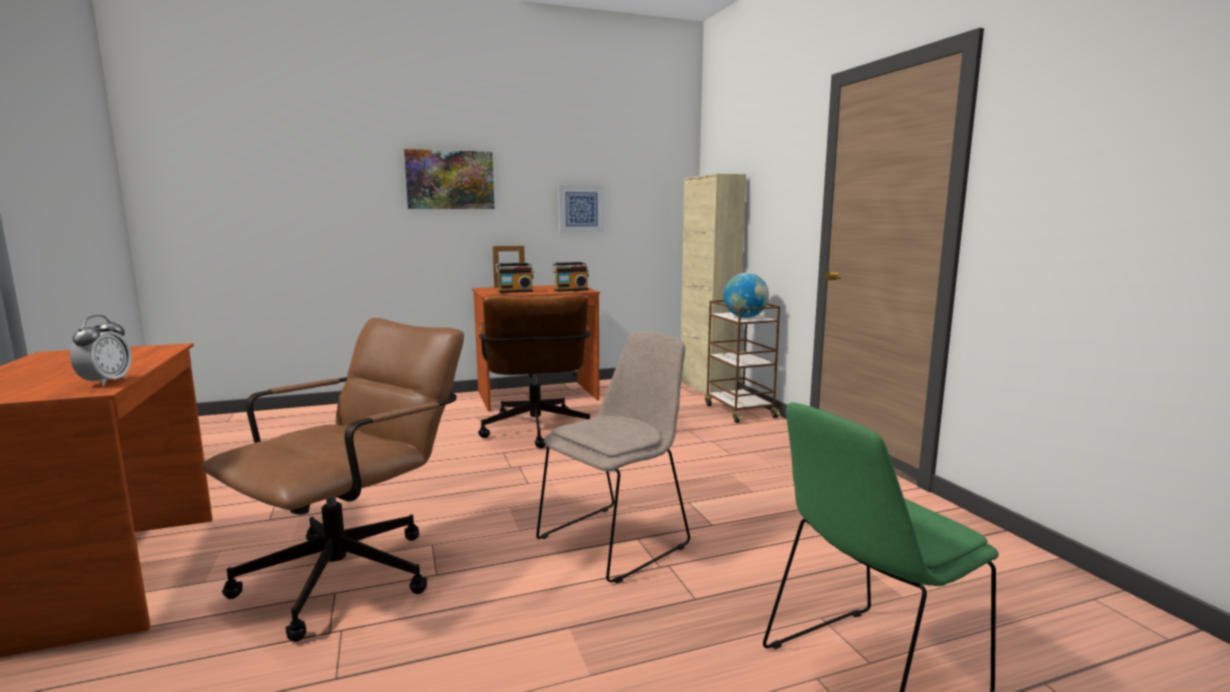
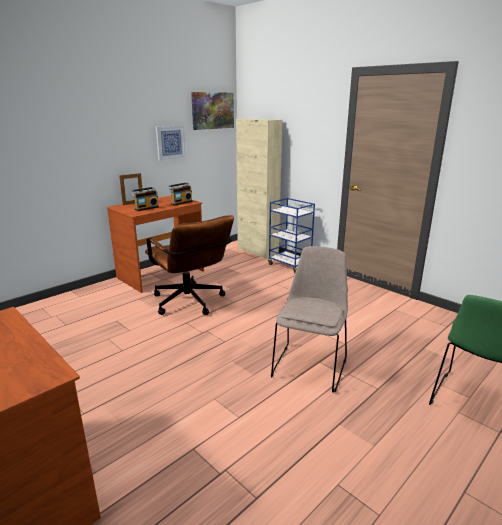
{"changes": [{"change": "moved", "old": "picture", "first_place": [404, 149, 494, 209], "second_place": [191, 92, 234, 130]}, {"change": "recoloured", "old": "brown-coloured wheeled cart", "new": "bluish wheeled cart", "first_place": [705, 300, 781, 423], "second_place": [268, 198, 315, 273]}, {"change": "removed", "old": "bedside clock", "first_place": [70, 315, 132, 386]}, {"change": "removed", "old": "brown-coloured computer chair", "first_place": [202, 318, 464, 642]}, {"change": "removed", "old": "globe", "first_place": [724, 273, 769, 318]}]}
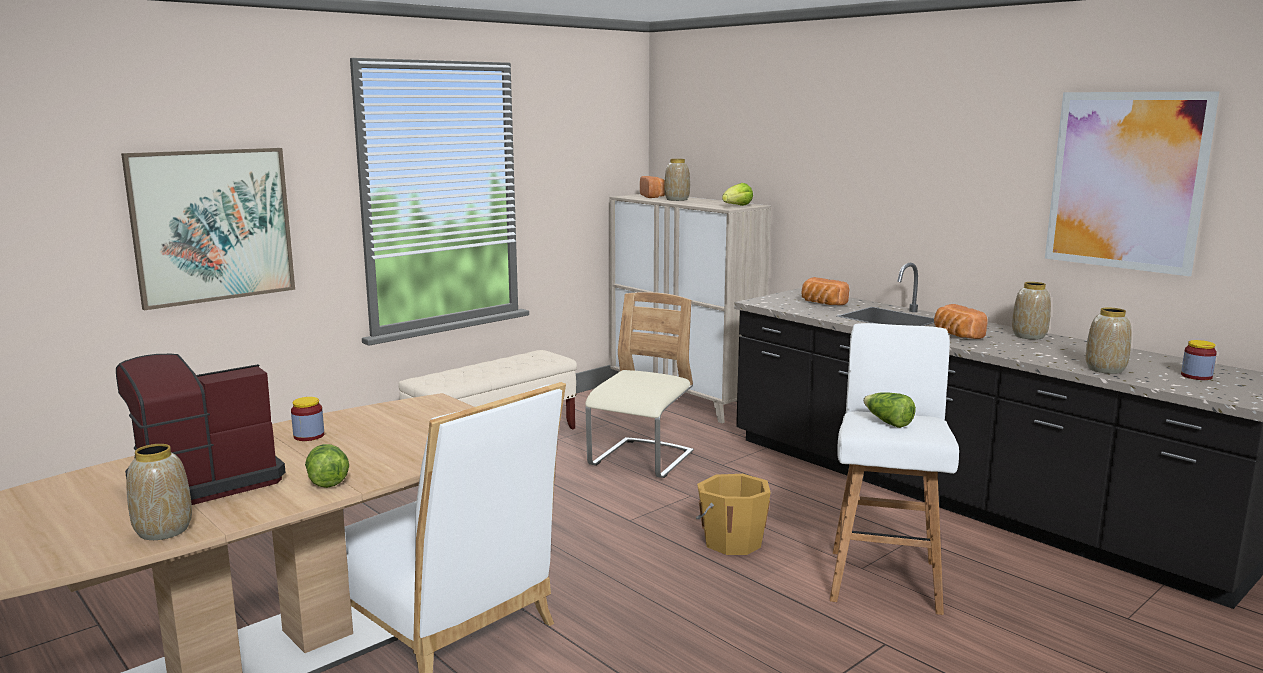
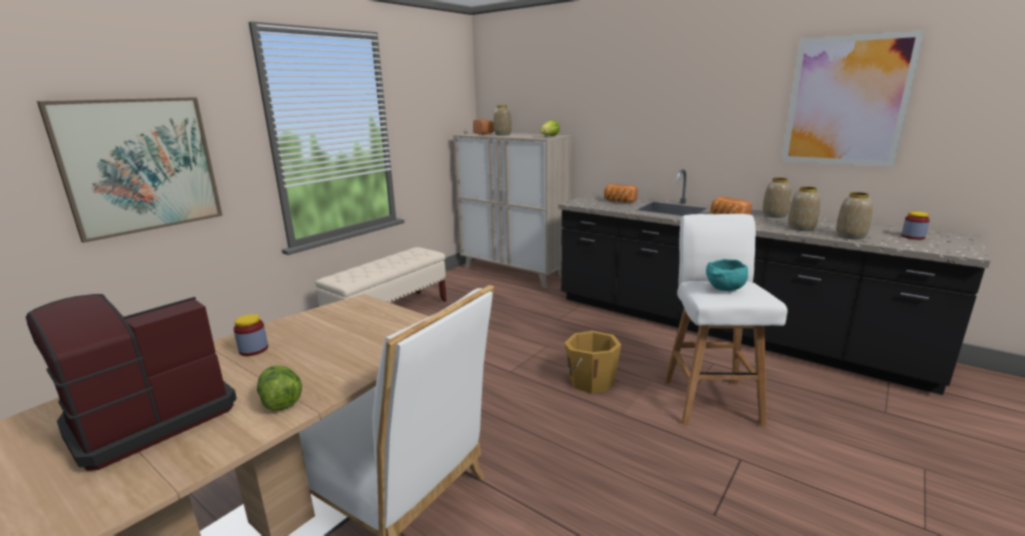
{"changes": [{"change": "replaced", "old": "head of lettuce", "new": "turquoise-coloured serving bowl", "first_place": [863, 392, 916, 428], "second_place": [706, 259, 748, 291]}, {"change": "moved", "old": "vase", "first_place": [127, 444, 192, 540], "second_place": [788, 186, 821, 231]}, {"change": "removed", "old": "beige-coloured chair", "first_place": [585, 292, 694, 478]}]}
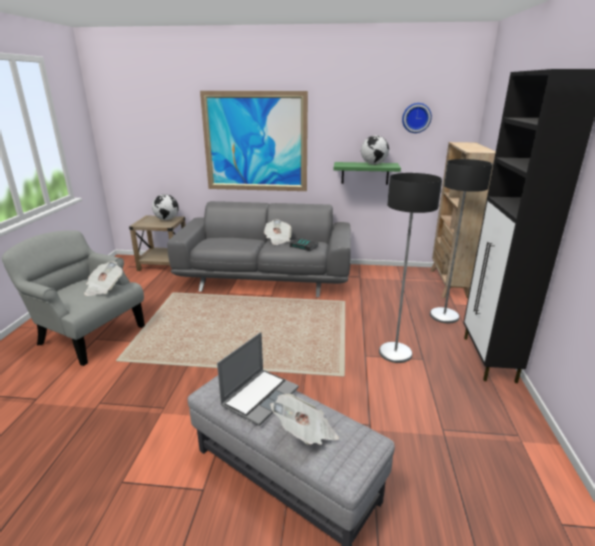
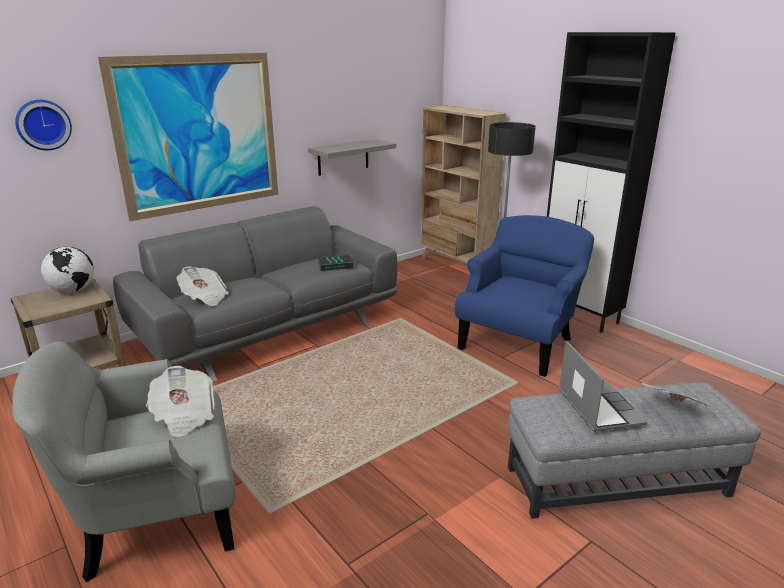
{"changes": [{"change": "moved", "old": "wall clock", "first_place": [402, 103, 432, 133], "second_place": [15, 100, 72, 151]}, {"change": "moved", "old": "printed paper", "first_place": [264, 219, 292, 245], "second_place": [176, 266, 229, 306]}, {"change": "recoloured", "old": "green shelf", "new": "greyish shelf", "first_place": [334, 162, 401, 185], "second_place": [308, 139, 396, 176]}, {"change": "replaced", "old": "floor lamp", "new": "bluish armchair", "first_place": [379, 173, 442, 363], "second_place": [455, 215, 594, 377]}, {"change": "removed", "old": "globe", "first_place": [361, 135, 389, 165]}]}
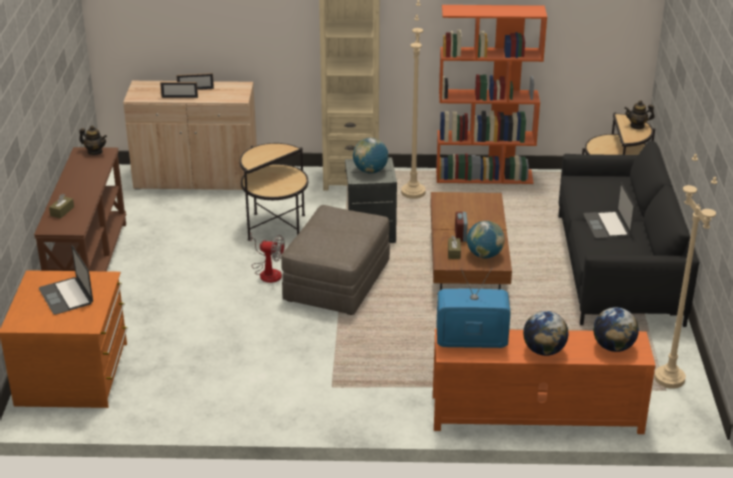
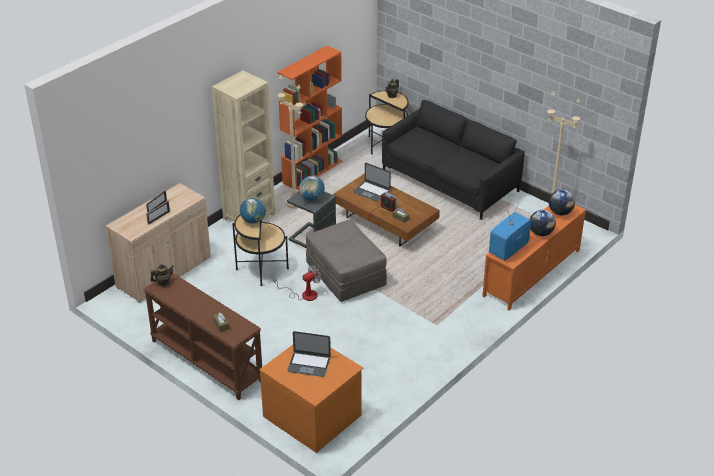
{"changes": [{"change": "moved", "old": "globe", "first_place": [467, 221, 505, 258], "second_place": [240, 197, 266, 224]}, {"change": "moved", "old": "portable computer", "first_place": [583, 182, 635, 238], "second_place": [353, 163, 391, 202]}]}
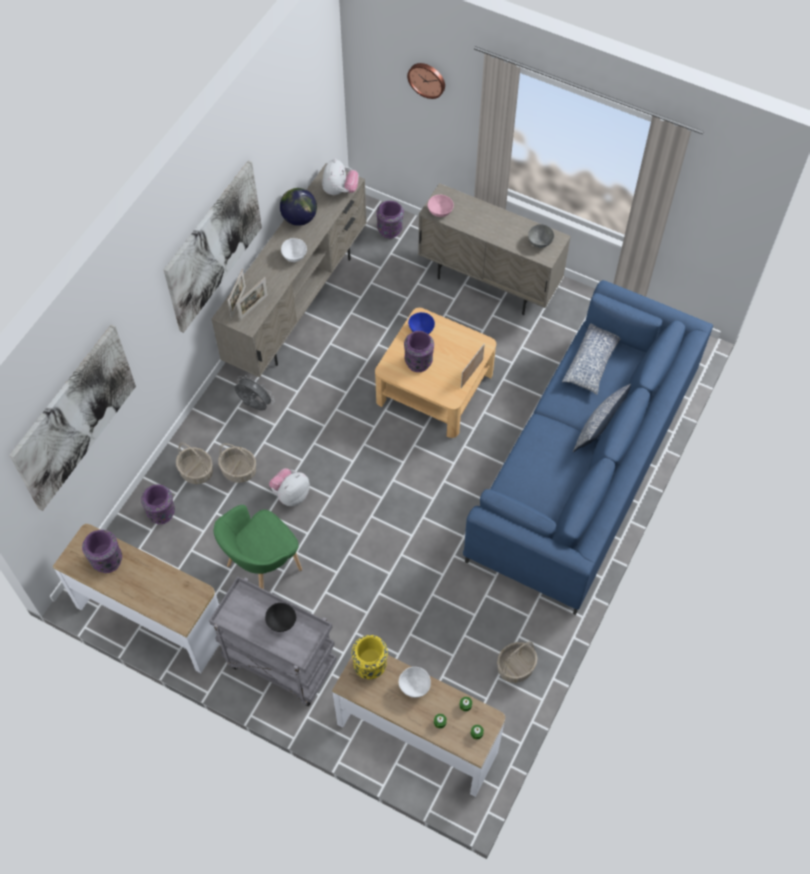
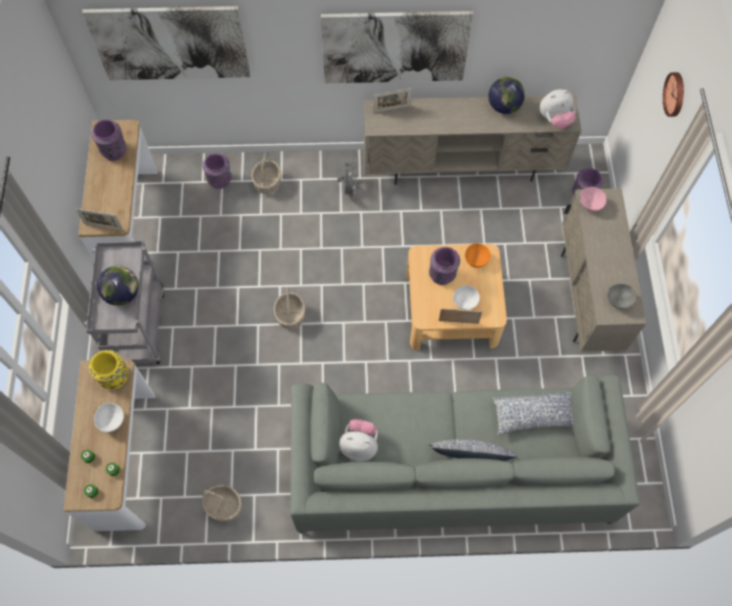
{"changes": [{"change": "moved", "old": "photo frame", "first_place": [236, 277, 268, 320], "second_place": [76, 209, 123, 230]}, {"change": "replaced", "old": "blackish serving bowl", "new": "globe", "first_place": [265, 603, 296, 632], "second_place": [97, 266, 139, 306]}, {"change": "moved", "old": "household basket", "first_place": [218, 443, 256, 483], "second_place": [274, 287, 305, 330]}, {"change": "recoloured", "old": "bluish couch", "new": "greyish couch", "first_place": [463, 280, 713, 615], "second_place": [290, 375, 640, 533]}, {"change": "moved", "old": "soft toy", "first_place": [269, 468, 310, 506], "second_place": [339, 419, 378, 461]}, {"change": "moved", "old": "white serving bowl", "first_place": [281, 238, 307, 262], "second_place": [453, 285, 480, 310]}, {"change": "recoloured", "old": "bluish serving bowl", "new": "orangey serving bowl", "first_place": [408, 312, 435, 334], "second_place": [465, 243, 491, 268]}, {"change": "removed", "old": "green armchair", "first_place": [214, 505, 302, 589]}]}
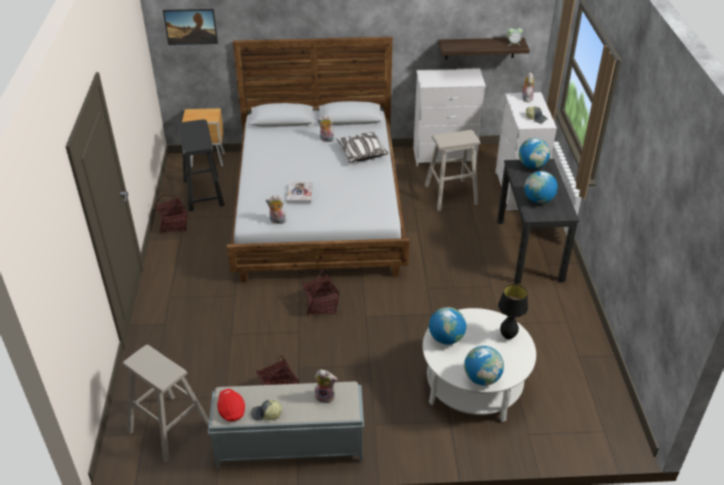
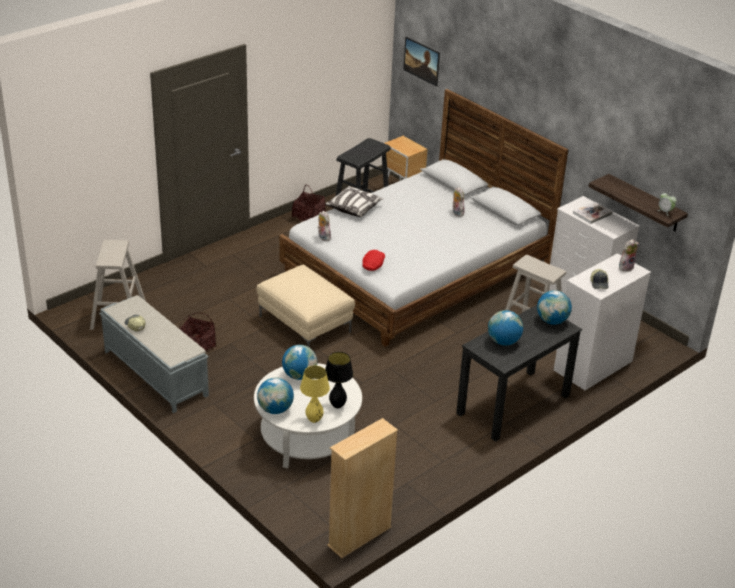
{"changes": [{"change": "replaced", "old": "household basket", "new": "beige-coloured pouffe", "first_place": [302, 270, 340, 316], "second_place": [256, 265, 355, 347]}, {"change": "added", "new": "yellow tabletop lamp", "second_place": [300, 366, 330, 423]}, {"change": "moved", "old": "throw pillow", "first_place": [336, 132, 389, 162], "second_place": [325, 186, 384, 217]}, {"change": "added", "new": "beige-coloured shelving unit", "second_place": [327, 418, 398, 558]}, {"change": "moved", "old": "red cap", "first_place": [217, 389, 245, 422], "second_place": [363, 250, 385, 271]}, {"change": "moved", "old": "book", "first_place": [287, 182, 313, 203], "second_place": [573, 202, 612, 224]}, {"change": "removed", "old": "soft toy", "first_place": [315, 370, 338, 403]}]}
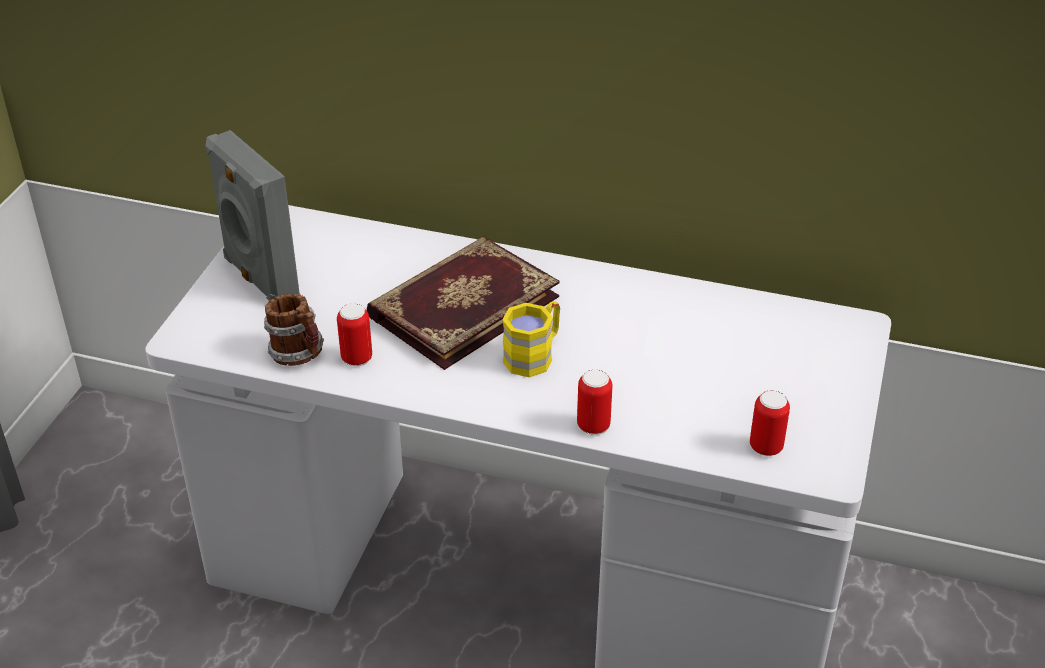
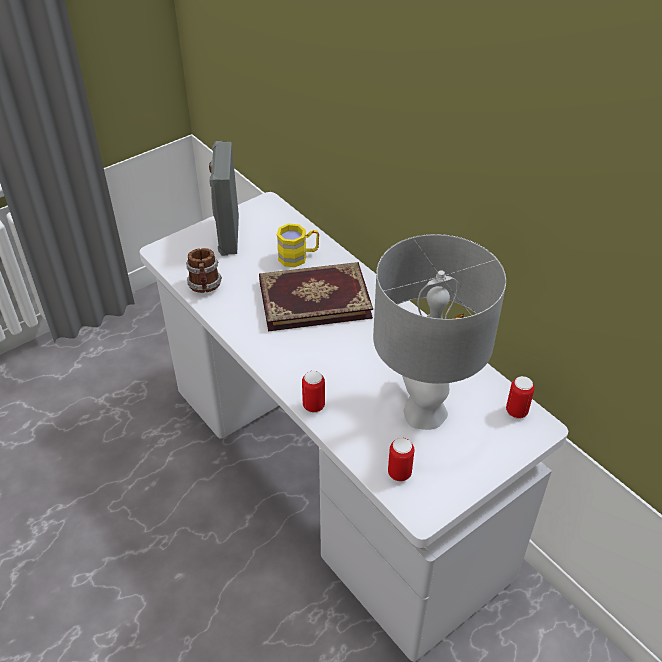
{"changes": [{"change": "moved", "old": "yellow coffee mug", "first_place": [502, 301, 560, 377], "second_place": [277, 223, 319, 267]}, {"change": "added", "new": "greyish tabletop lamp", "second_place": [373, 234, 506, 430]}, {"change": "moved", "old": "metal can", "first_place": [337, 304, 372, 366], "second_place": [506, 376, 535, 419]}]}
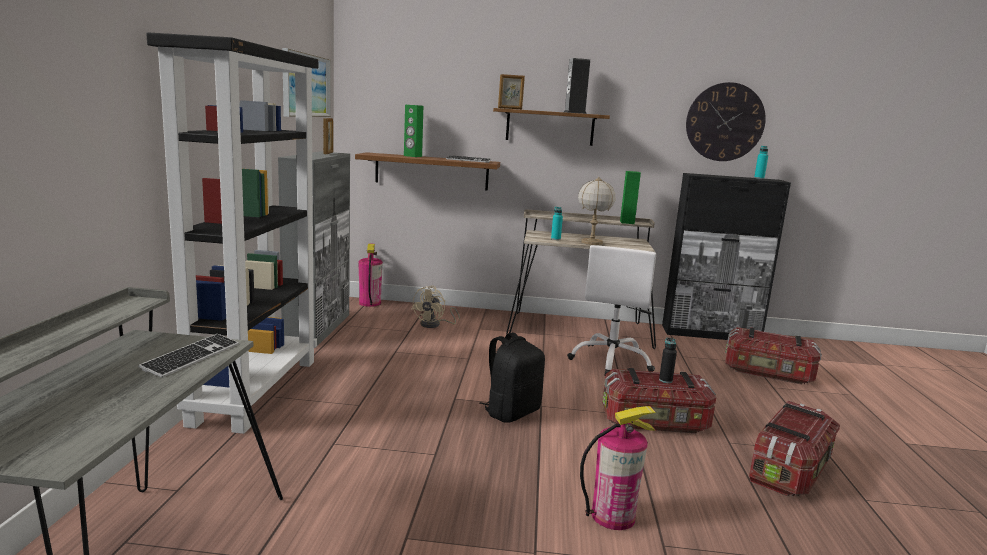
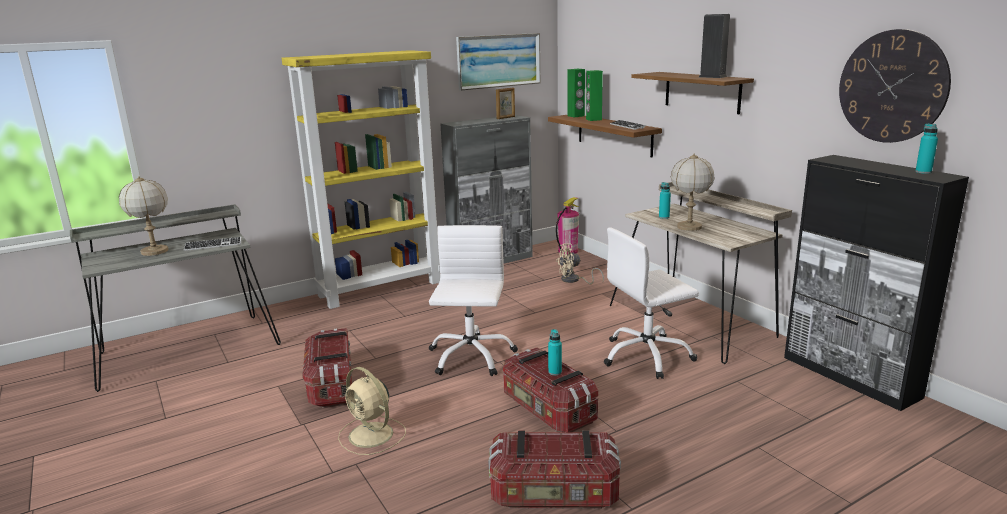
{"changes": [{"change": "added", "new": "tabletop lamp", "second_place": [119, 176, 168, 256]}, {"change": "recoloured", "old": "blackish shelving unit", "new": "yellow shelving unit", "first_place": [146, 32, 318, 434], "second_place": [282, 50, 440, 309]}, {"change": "moved", "old": "storage bin", "first_place": [725, 327, 822, 385], "second_place": [303, 328, 352, 408]}, {"change": "replaced", "old": "fire-fighting cylinder", "new": "beige-coloured electric fan", "first_place": [580, 406, 656, 530], "second_place": [338, 367, 406, 455]}, {"change": "replaced", "old": "blackish knapsack", "new": "white computer chair", "first_place": [480, 332, 545, 423], "second_place": [429, 225, 518, 376]}, {"change": "recoloured", "old": "blackish bottle", "new": "turquoise-coloured bottle", "first_place": [659, 338, 677, 383], "second_place": [548, 329, 562, 375]}, {"change": "moved", "old": "green loudspeaker", "first_place": [620, 171, 641, 224], "second_place": [568, 69, 585, 117]}, {"change": "removed", "old": "photo frame", "first_place": [498, 74, 525, 109]}]}
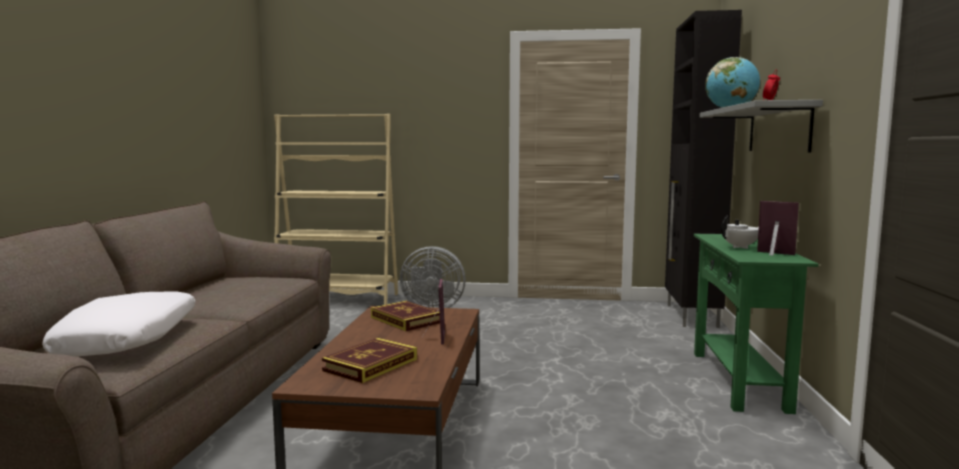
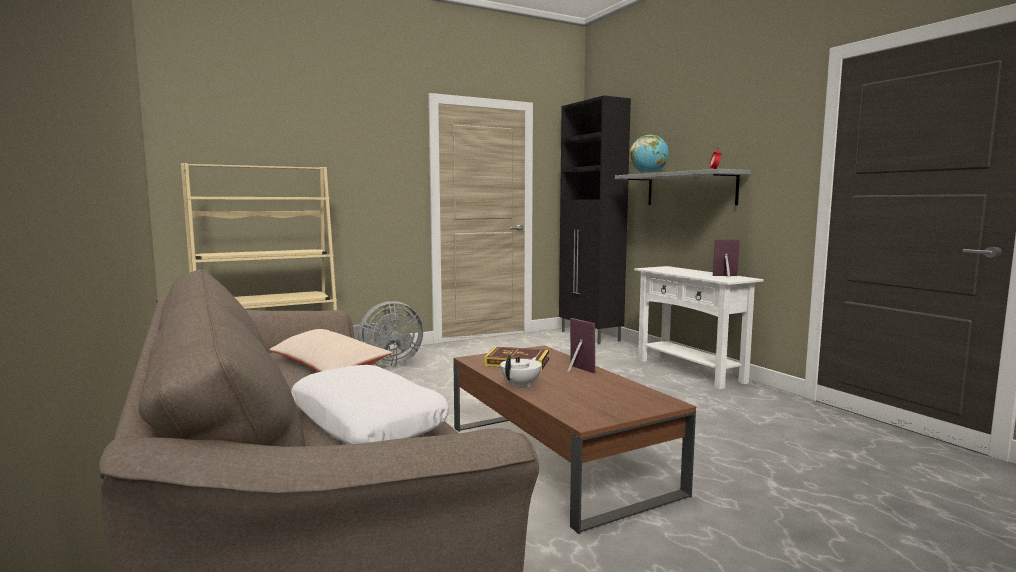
{"changes": [{"change": "added", "new": "beige-coloured throw pillow", "second_place": [269, 329, 392, 372]}, {"change": "moved", "old": "white pot for tea", "first_place": [721, 216, 759, 249], "second_place": [500, 355, 542, 388]}, {"change": "recoloured", "old": "green hall table", "new": "white hall table", "first_place": [693, 234, 818, 414], "second_place": [634, 266, 764, 390]}, {"change": "removed", "old": "book", "first_place": [322, 338, 417, 383]}]}
